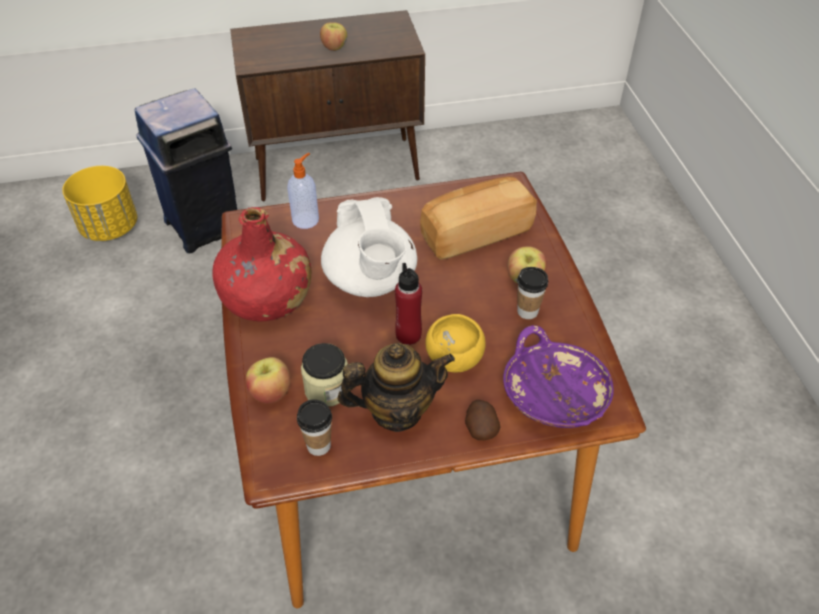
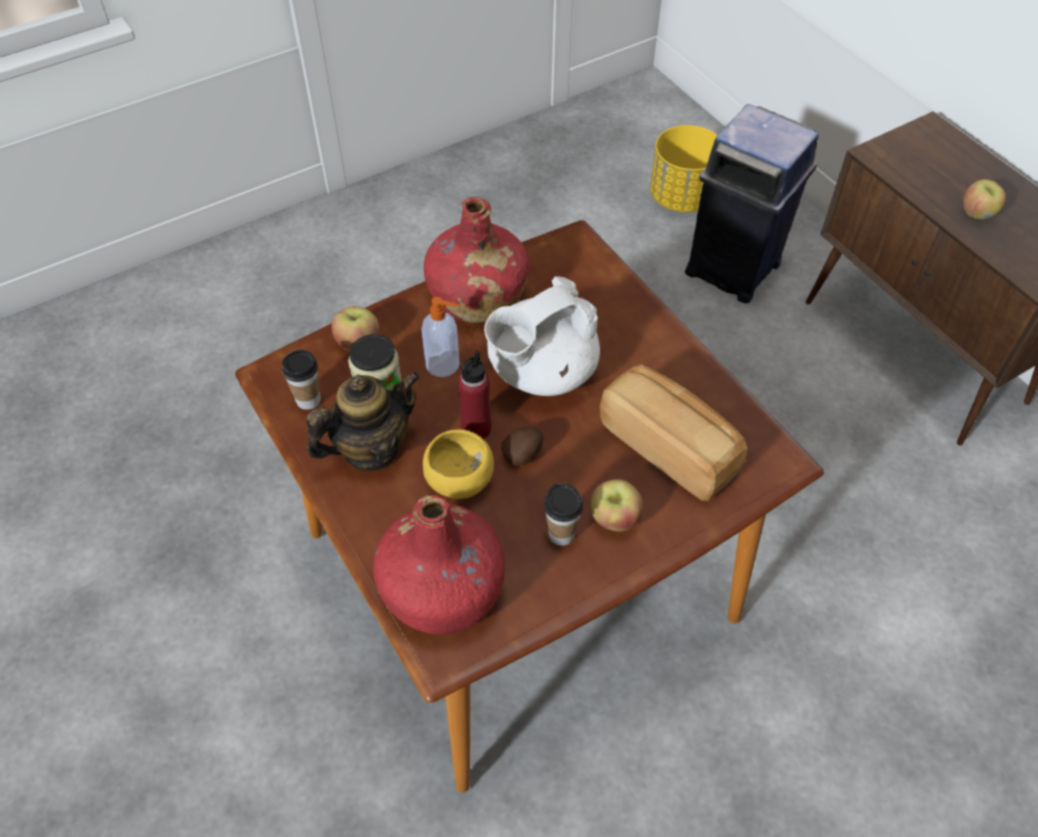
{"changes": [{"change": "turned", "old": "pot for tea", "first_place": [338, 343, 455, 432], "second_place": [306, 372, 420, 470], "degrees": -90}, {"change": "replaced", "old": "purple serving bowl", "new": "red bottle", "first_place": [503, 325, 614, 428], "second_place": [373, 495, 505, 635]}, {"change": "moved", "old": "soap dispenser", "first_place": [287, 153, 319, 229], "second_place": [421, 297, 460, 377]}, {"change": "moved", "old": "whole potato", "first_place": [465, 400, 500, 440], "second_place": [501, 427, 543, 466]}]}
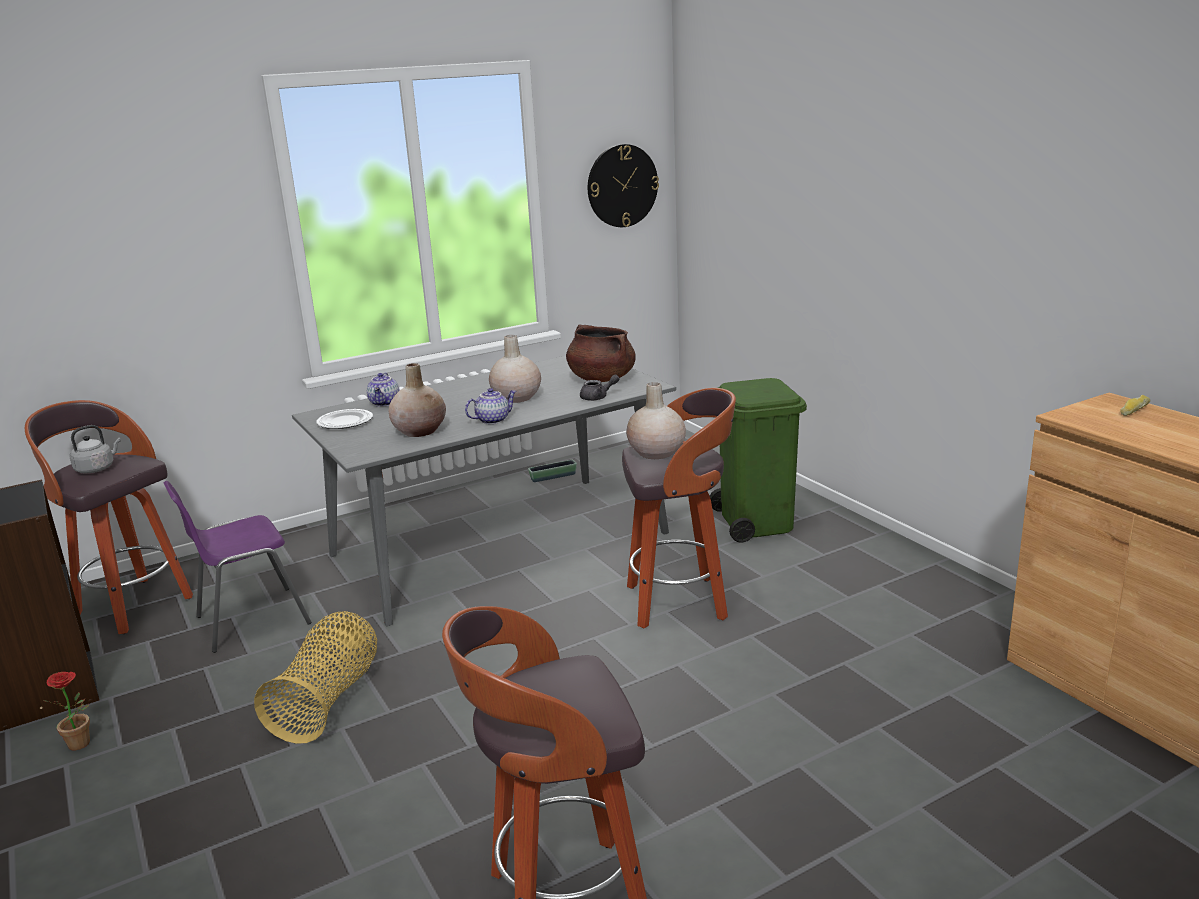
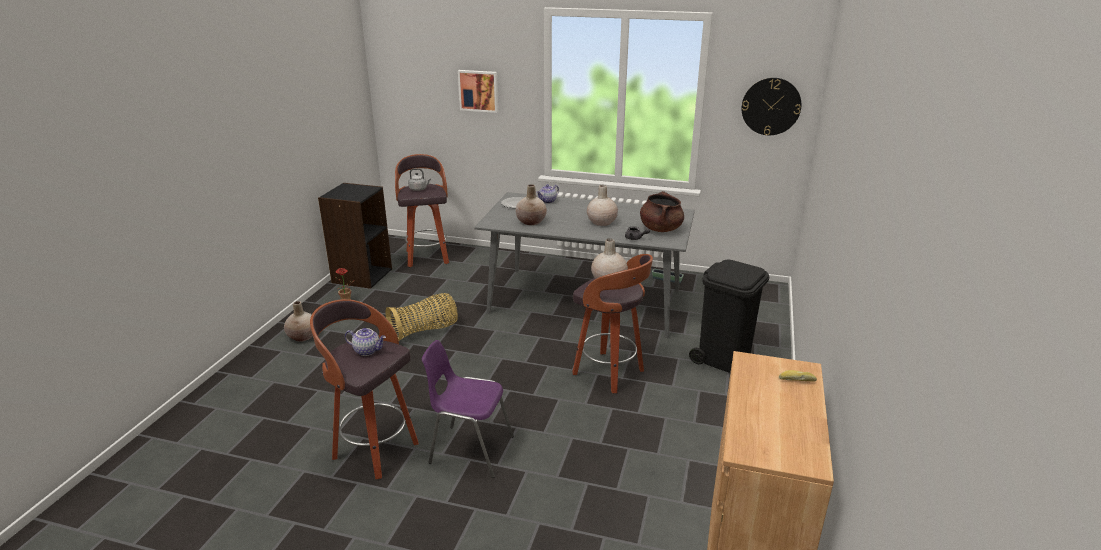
{"changes": [{"change": "added", "new": "beige-coloured vase", "second_place": [284, 301, 313, 342]}, {"change": "moved", "old": "pot for tea", "first_place": [465, 388, 517, 424], "second_place": [345, 328, 386, 356]}, {"change": "moved", "old": "purple chair", "first_place": [163, 481, 311, 653], "second_place": [422, 340, 514, 478]}, {"change": "added", "new": "picture", "second_place": [458, 70, 498, 113]}, {"change": "recoloured", "old": "green trash can", "new": "blackish trash can", "first_place": [710, 378, 807, 543], "second_place": [689, 260, 769, 373]}]}
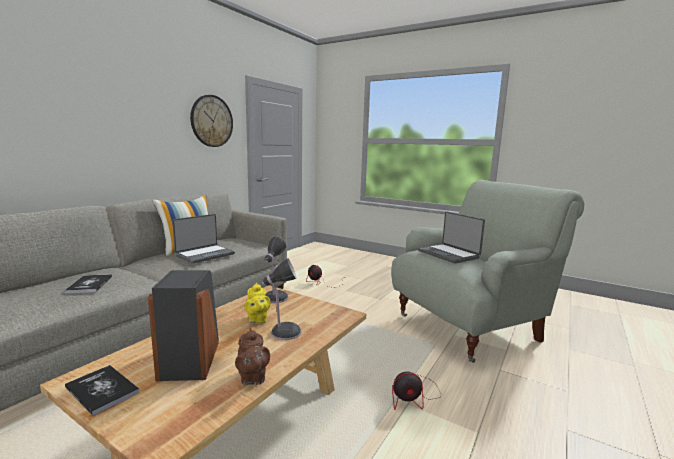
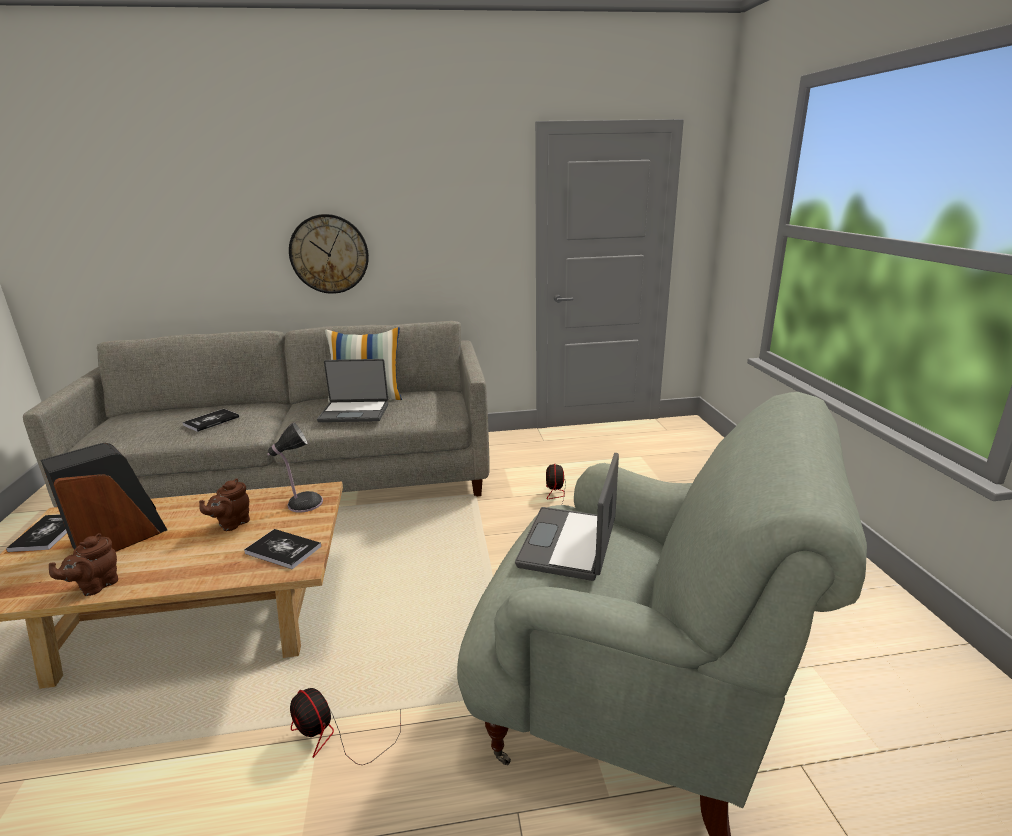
{"changes": [{"change": "recoloured", "old": "yellow pot for tea", "new": "brown-coloured pot for tea", "first_place": [244, 283, 271, 324], "second_place": [199, 478, 250, 531]}, {"change": "added", "new": "book", "second_place": [244, 529, 321, 569]}, {"change": "moved", "old": "wall clock", "first_place": [190, 95, 233, 147], "second_place": [289, 214, 369, 294]}, {"change": "removed", "old": "tabletop lamp", "first_place": [262, 258, 301, 340]}]}
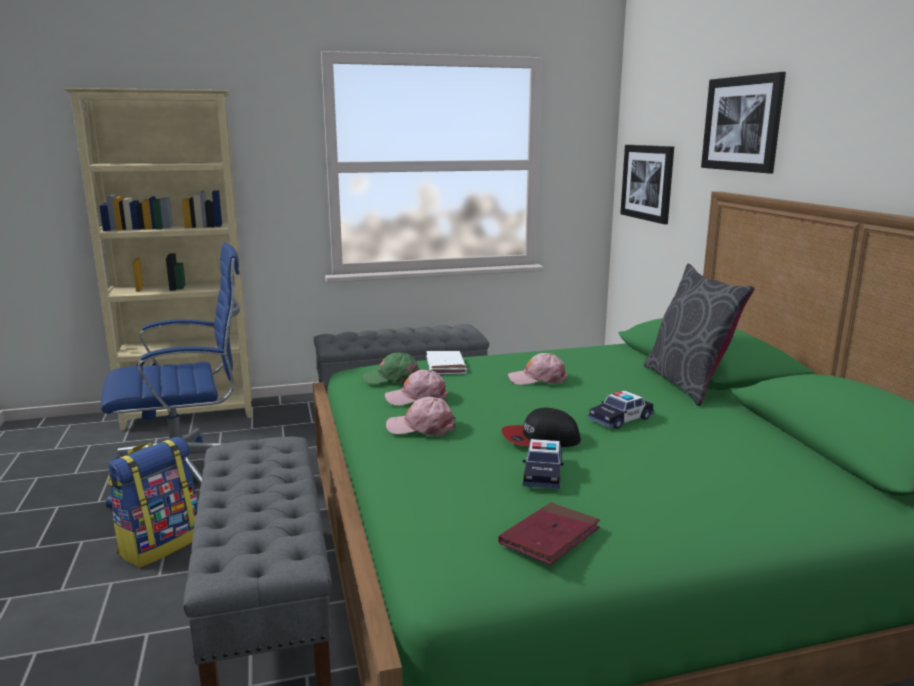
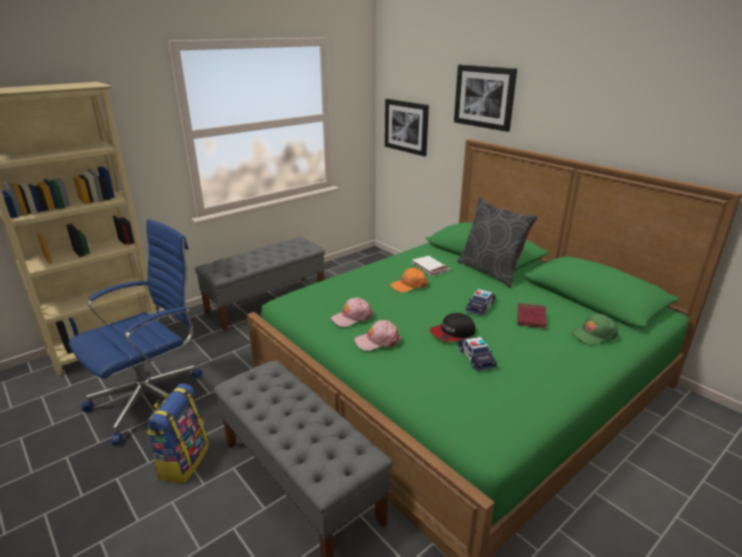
{"changes": [{"change": "recoloured", "old": "pink cap", "new": "orangey cap", "first_place": [508, 353, 568, 385], "second_place": [390, 268, 429, 293]}, {"change": "moved", "old": "white book", "first_place": [426, 351, 467, 374], "second_place": [411, 256, 450, 276]}, {"change": "moved", "old": "red book", "first_place": [499, 502, 600, 565], "second_place": [517, 303, 547, 328]}, {"change": "moved", "old": "green cap", "first_place": [362, 352, 420, 384], "second_place": [571, 314, 618, 345]}]}
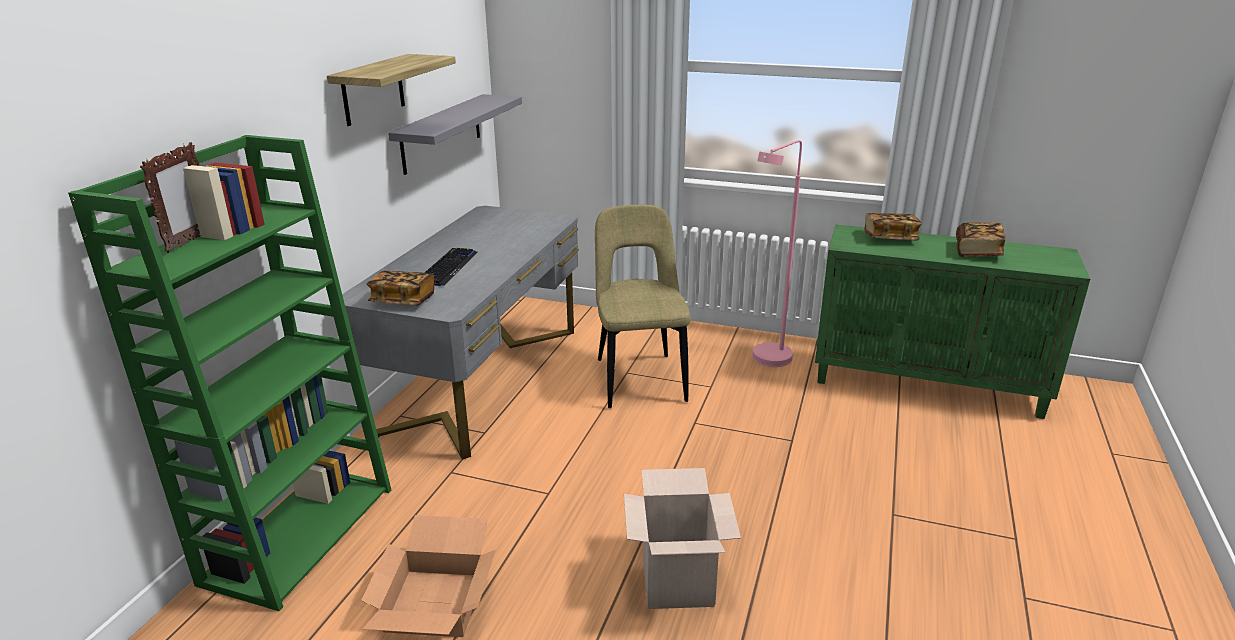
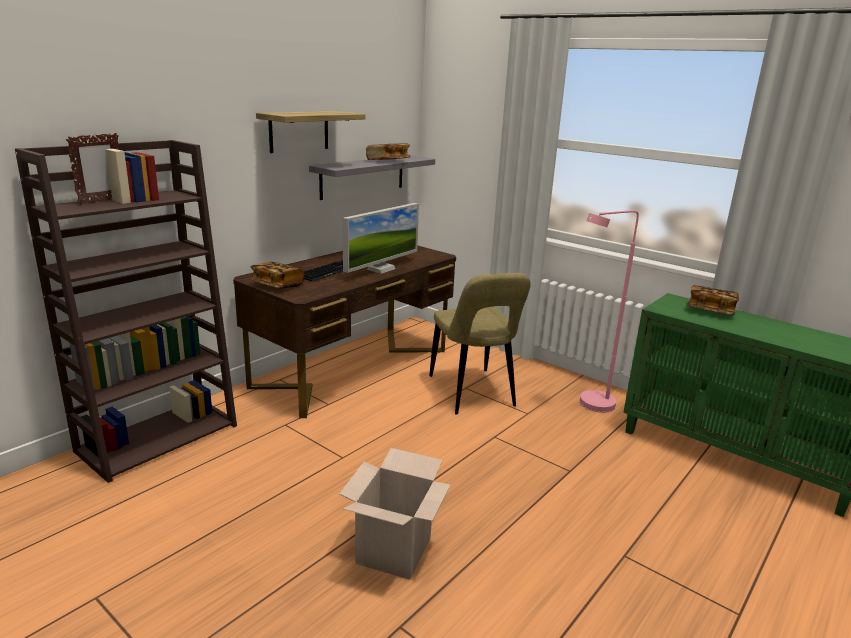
{"changes": [{"change": "recoloured", "old": "green shelving unit", "new": "brown-coloured shelving unit", "first_place": [68, 135, 391, 611], "second_place": [15, 140, 237, 483]}, {"change": "recoloured", "old": "greyish desk unit", "new": "brown-coloured desk unit", "first_place": [342, 206, 579, 459], "second_place": [233, 245, 456, 418]}, {"change": "added", "new": "computer screen", "second_place": [343, 203, 419, 274]}, {"change": "moved", "old": "book", "first_place": [956, 222, 1006, 257], "second_place": [366, 143, 410, 160]}, {"change": "turned", "old": "beige-coloured chair", "first_place": [595, 205, 690, 408], "second_place": [429, 273, 531, 415], "degrees": 150}, {"change": "removed", "old": "carton", "first_place": [361, 515, 496, 637]}]}
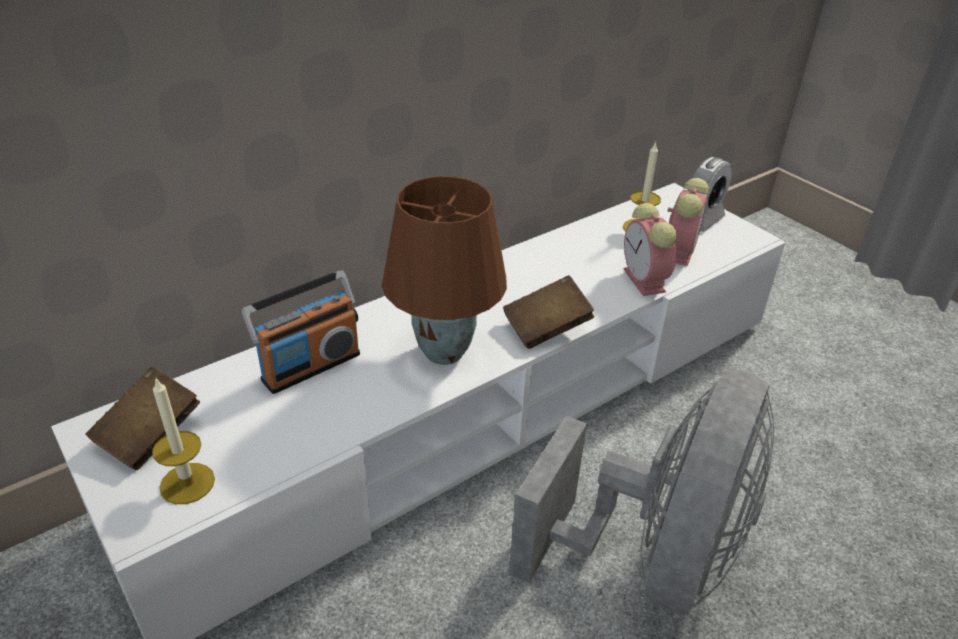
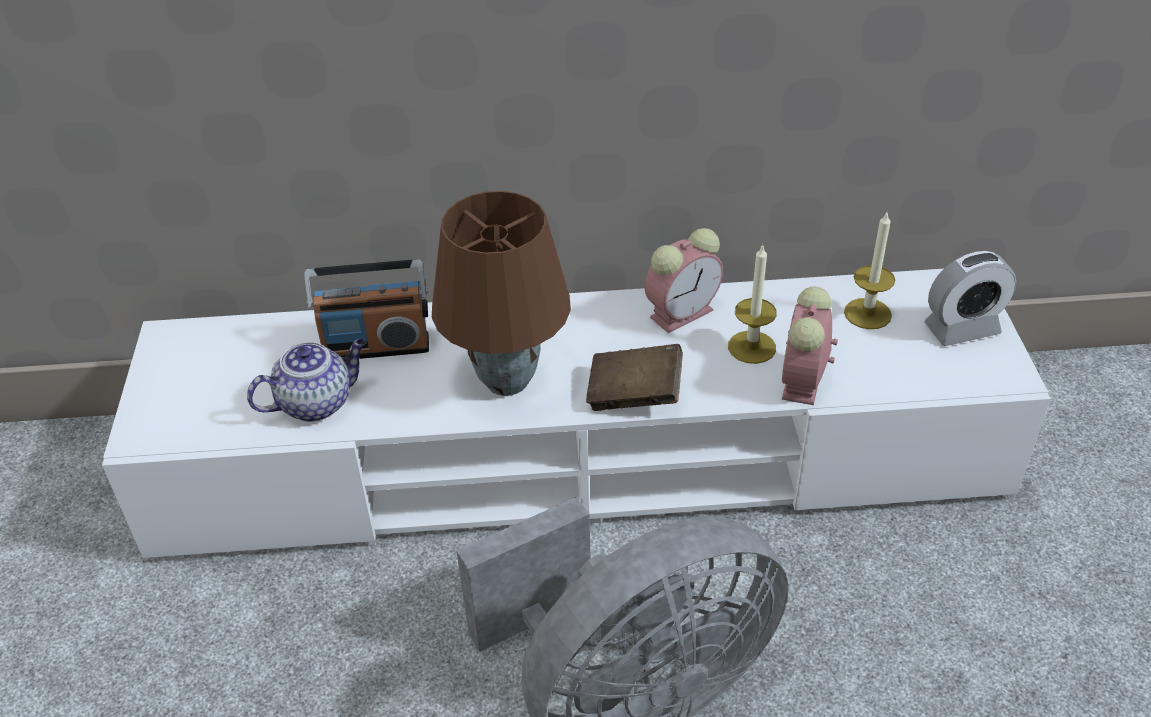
{"changes": [{"change": "added", "new": "pot for tea", "second_place": [247, 339, 366, 422]}, {"change": "moved", "old": "bedside clock", "first_place": [668, 178, 709, 266], "second_place": [645, 228, 723, 333]}, {"change": "moved", "old": "candle", "first_place": [152, 377, 215, 504], "second_place": [728, 244, 777, 364]}, {"change": "removed", "old": "brown-coloured book", "first_place": [85, 367, 200, 470]}]}
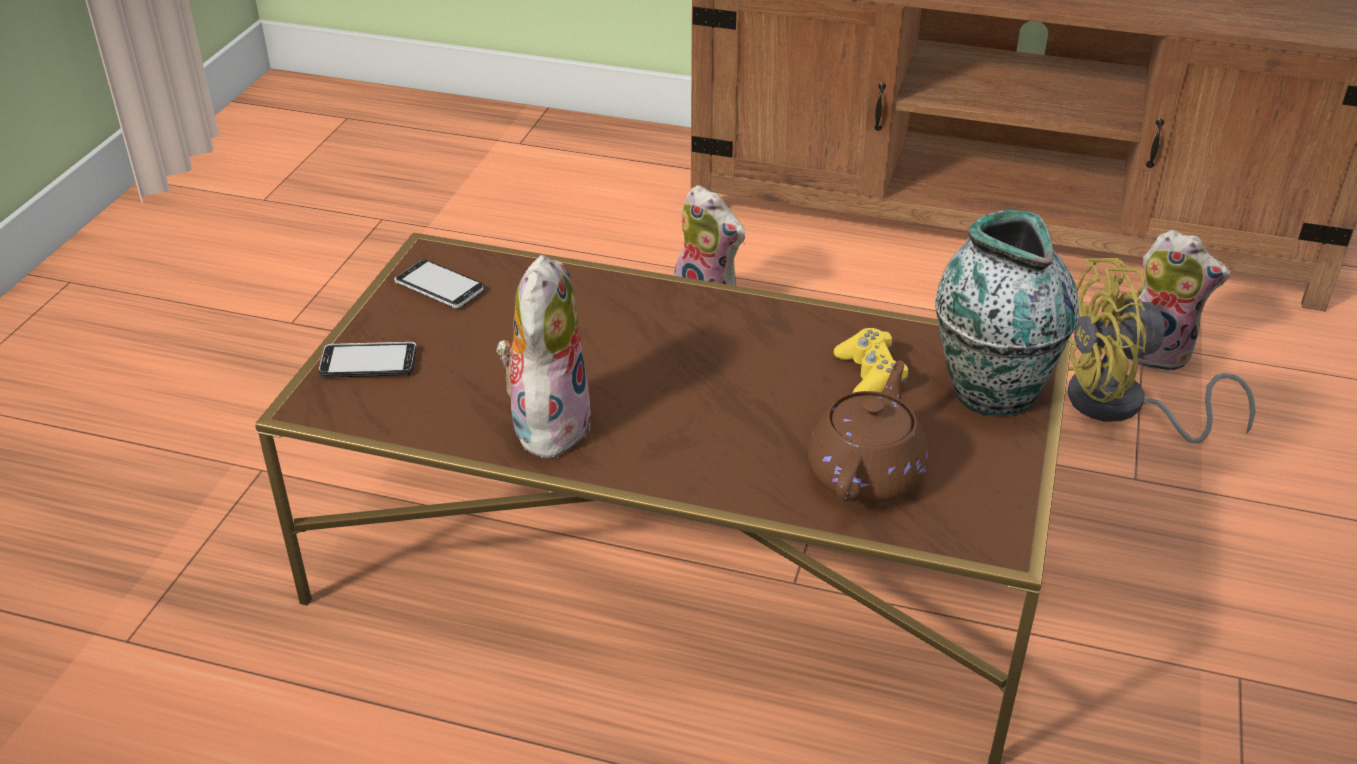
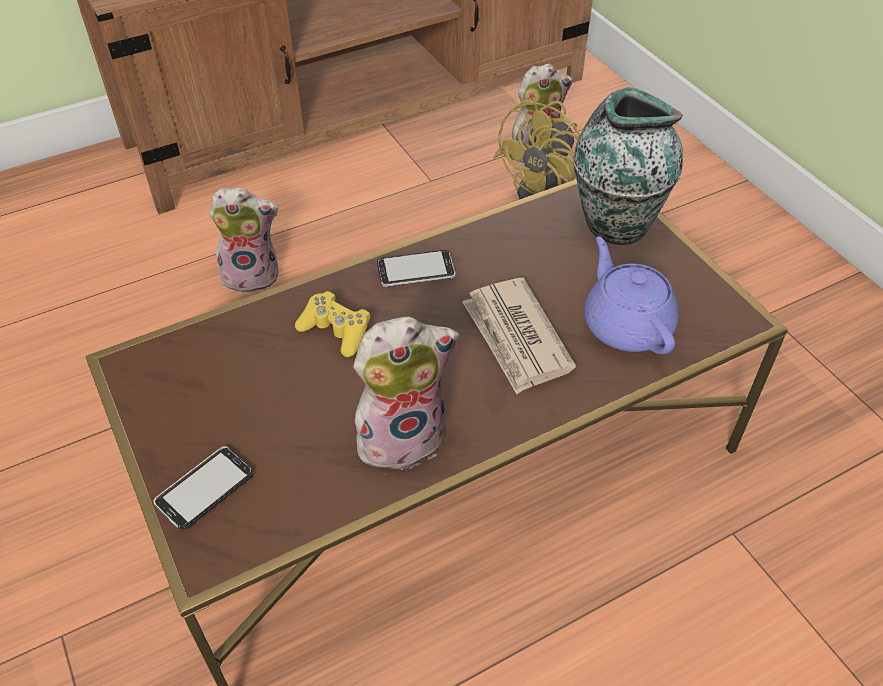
{"changes": [{"change": "moved", "old": "yellow game controller", "first_place": [834, 328, 909, 393], "second_place": [295, 291, 370, 357]}, {"change": "turned", "old": "soft toy", "first_place": [497, 255, 591, 461], "second_place": [353, 317, 459, 470], "degrees": 105}, {"change": "moved", "old": "telephone", "first_place": [394, 259, 485, 308], "second_place": [377, 250, 455, 287]}, {"change": "added", "new": "printed paper", "second_place": [462, 278, 576, 394]}, {"change": "recoloured", "old": "brown-coloured pot for tea", "new": "purple pot for tea", "first_place": [808, 360, 928, 502], "second_place": [584, 236, 678, 354]}]}
